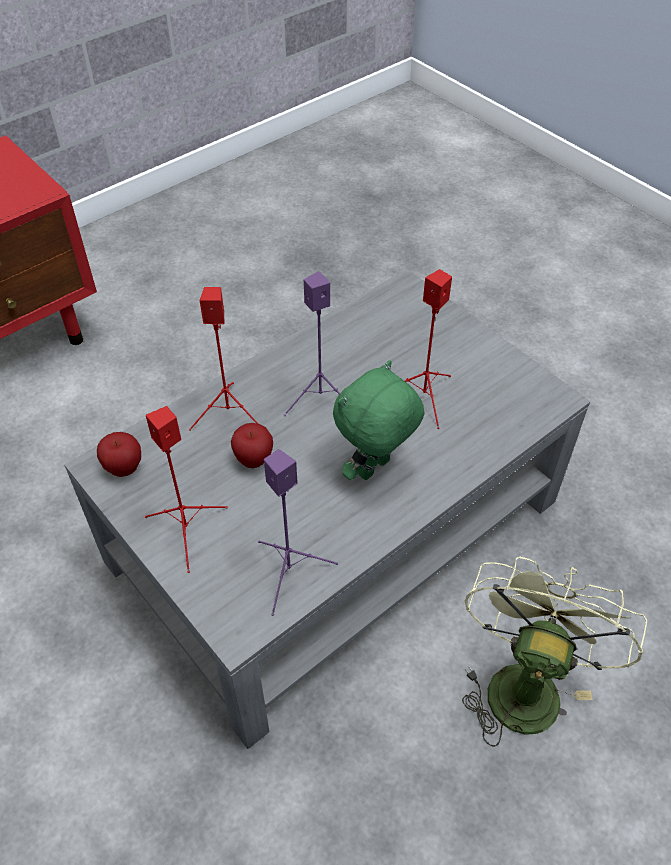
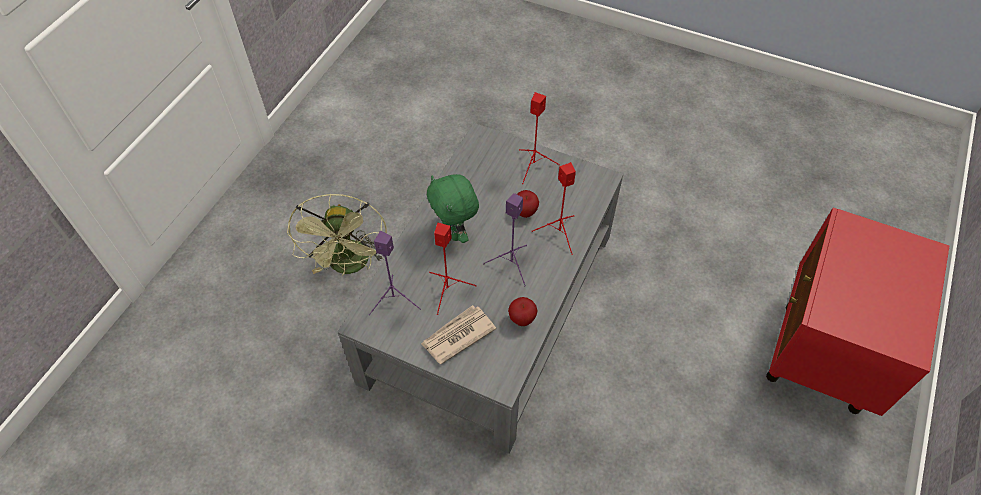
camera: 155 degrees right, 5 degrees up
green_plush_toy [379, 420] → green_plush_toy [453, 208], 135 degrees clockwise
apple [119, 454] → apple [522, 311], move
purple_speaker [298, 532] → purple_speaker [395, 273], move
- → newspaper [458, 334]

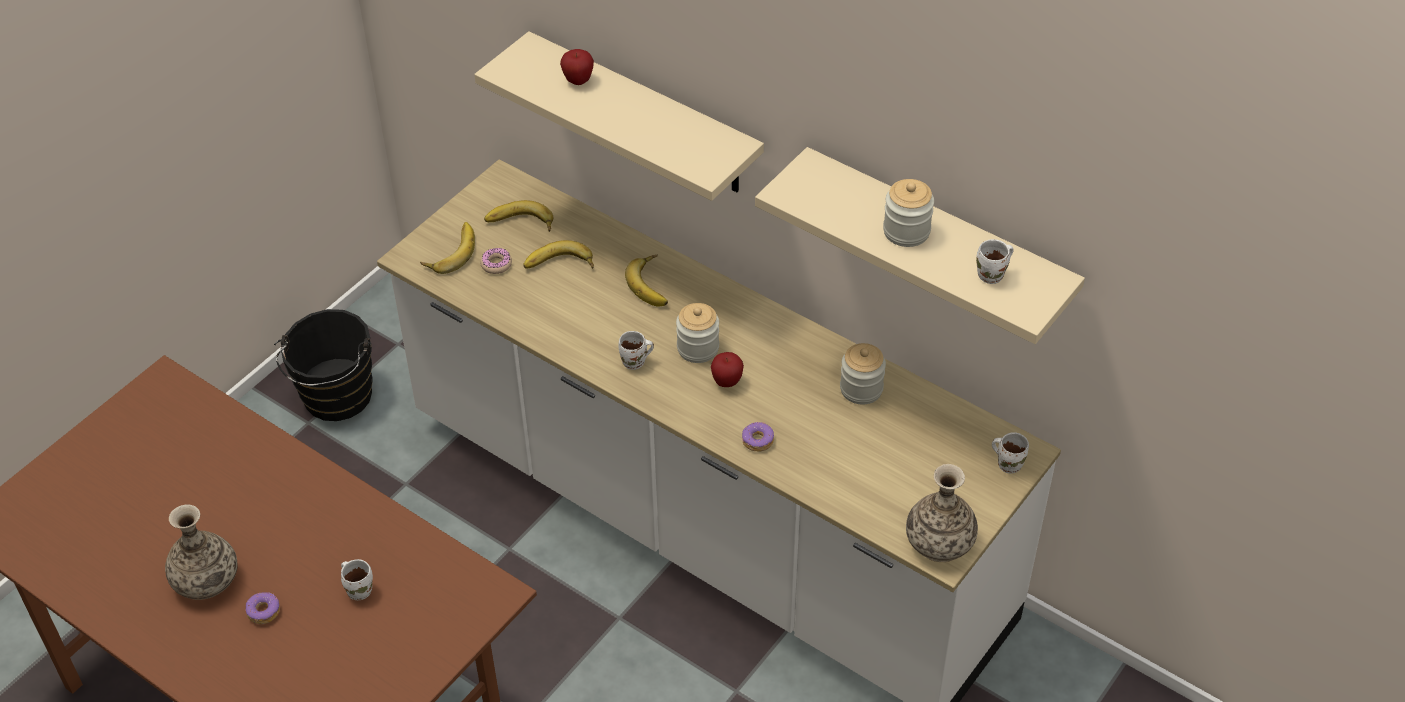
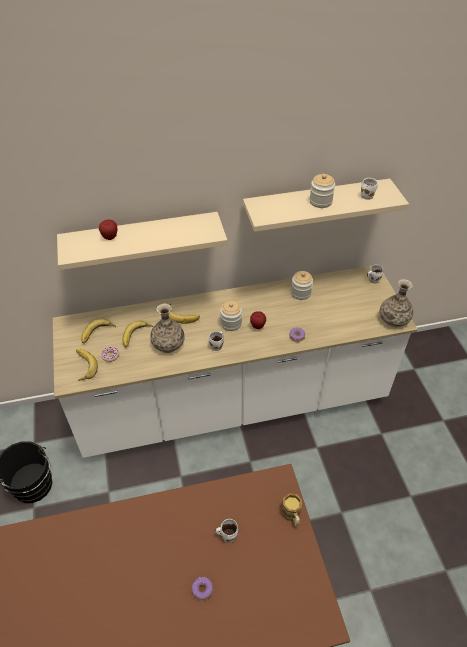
camera: 50 degrees left, 0 degrees up
vase [201, 552] → vase [167, 328], move
- → mug [292, 510]

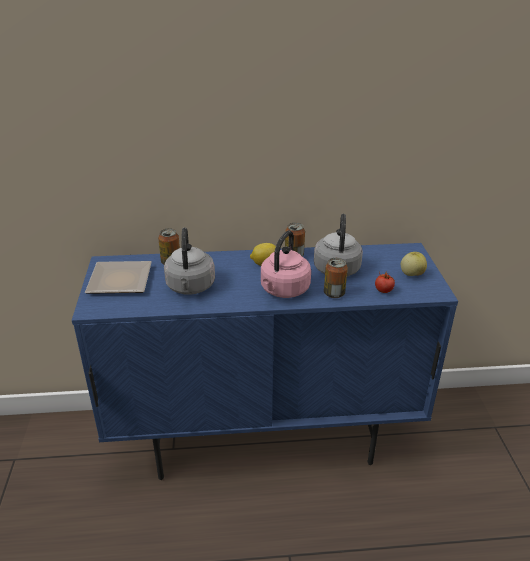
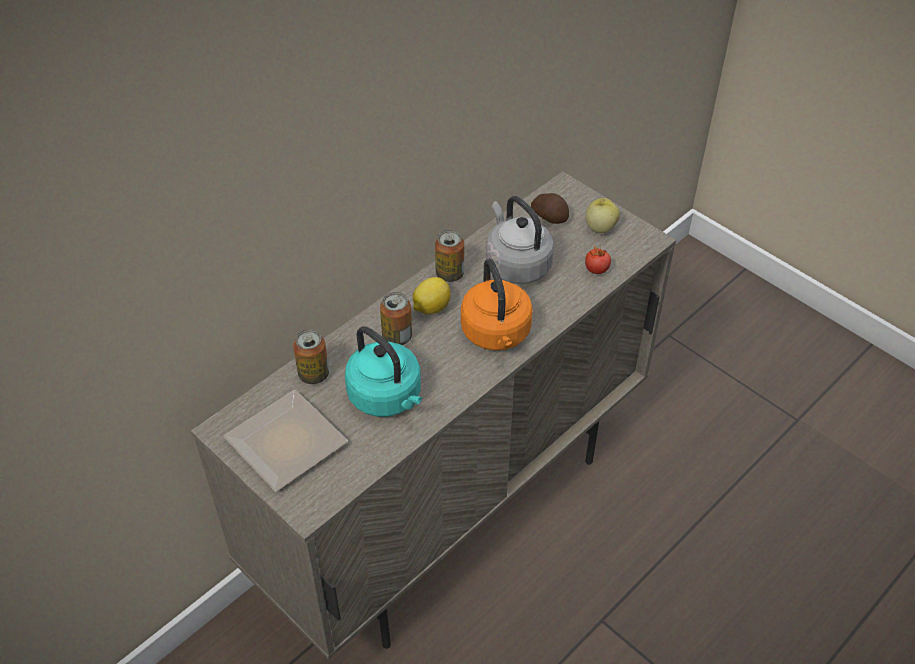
camera: 40 degrees left, 15 degrees up
grey_kettle [189, 261] → turquoise_kettle [383, 371]
pink_kettle [286, 264] → orange_kettle [497, 304]
blue_cabinet [265, 361] → beige_cabinet [433, 415]
can [336, 278] → can [396, 318], move
- → potato [550, 208]

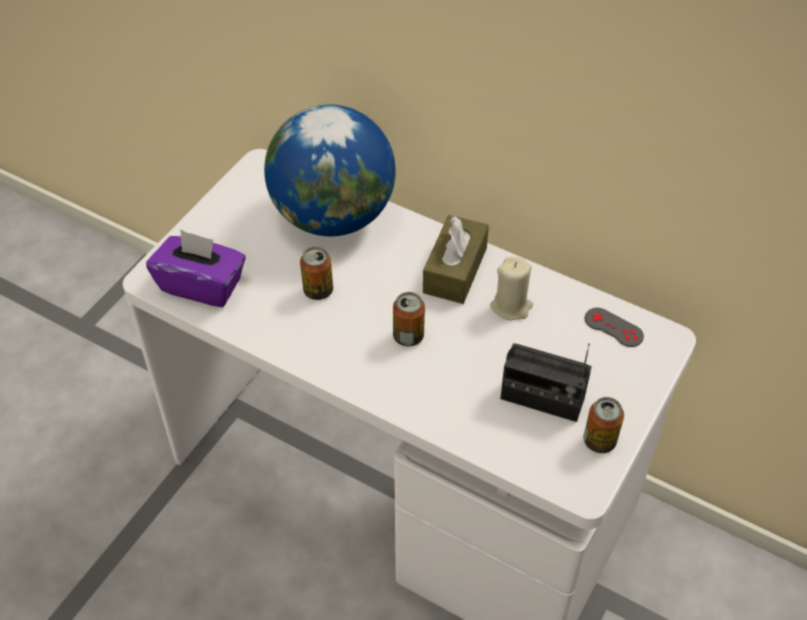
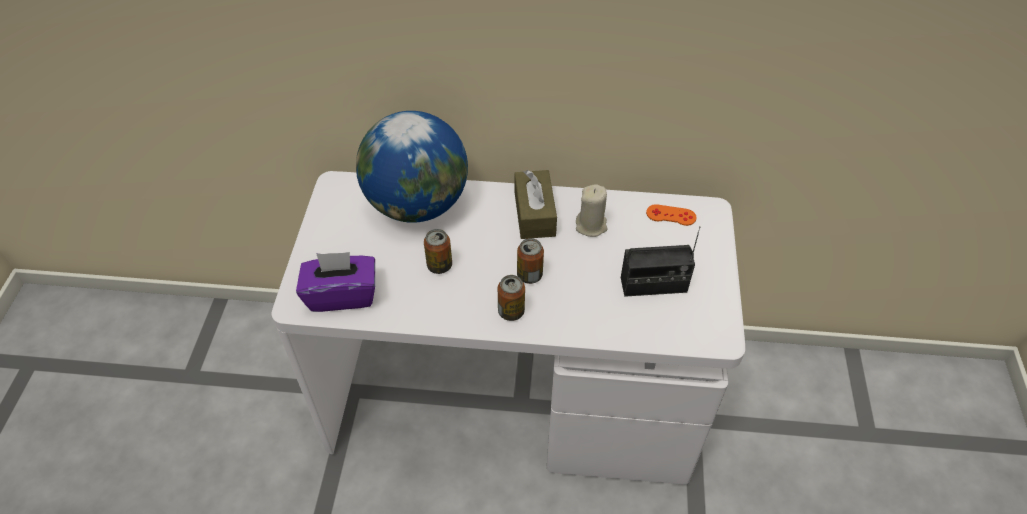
camera: 25 degrees left, 0 degrees up
grey_game_controller [614, 327] → orange_game_controller [671, 215]
can [604, 425] → can [511, 298], move

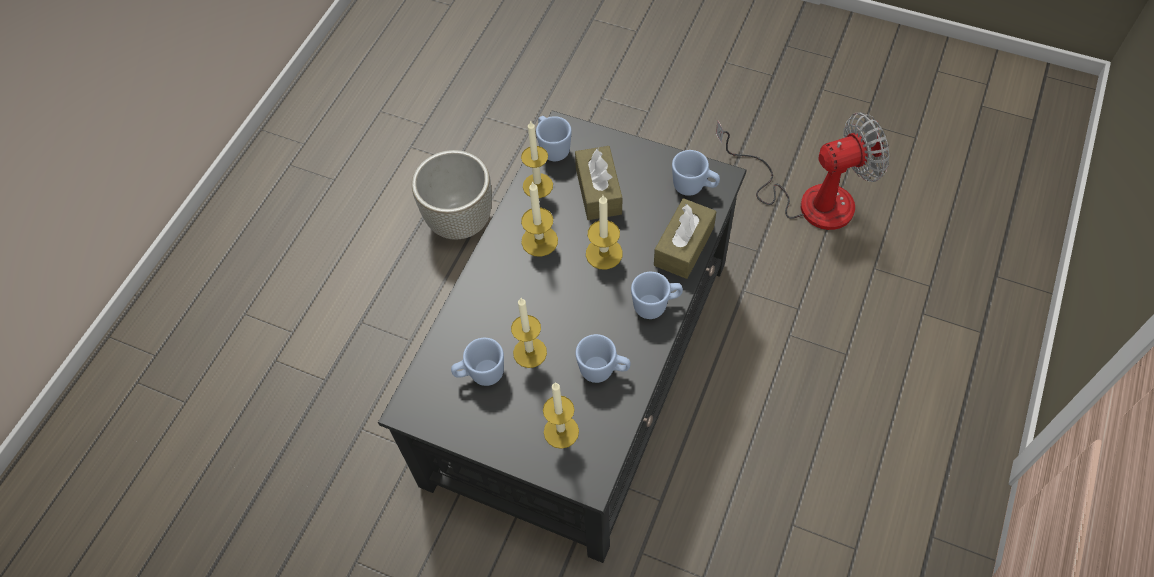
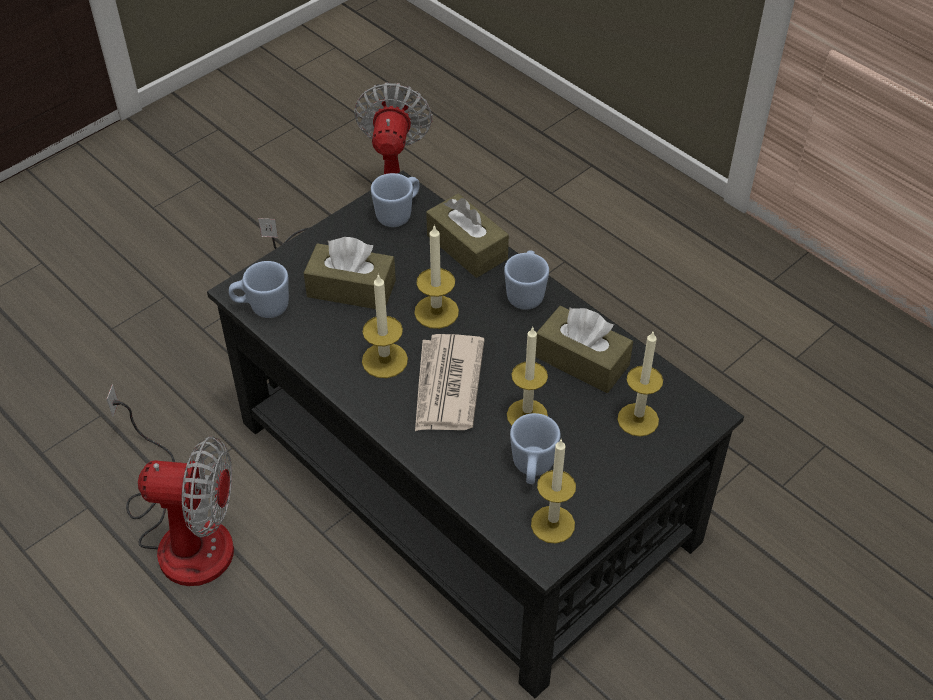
camera: 70 degrees left, 10 degrees down
candle [537, 159] → candle [553, 492], move
grey_planter [452, 195] → fan [170, 485]
blue_mug [603, 358] → brown_tissue_box [584, 349]
- → newspaper [450, 382]

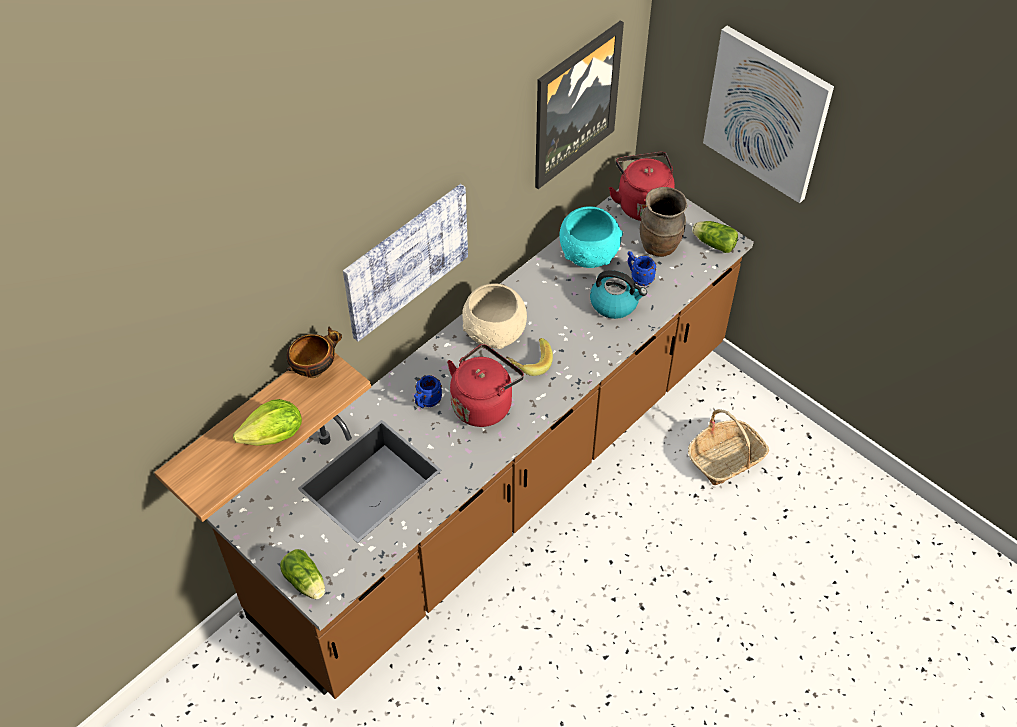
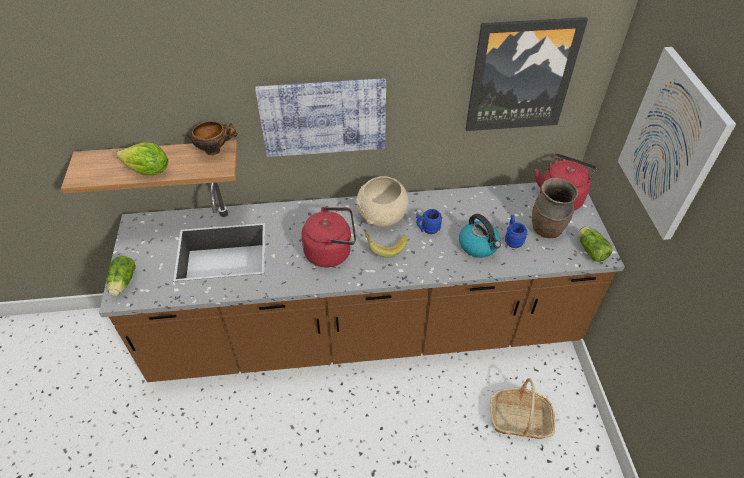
camera: 40 degrees right, 5 degrees down
turquoise_bowl [591, 237] → -
blue_mug [428, 392] → blue_mug [429, 221], move

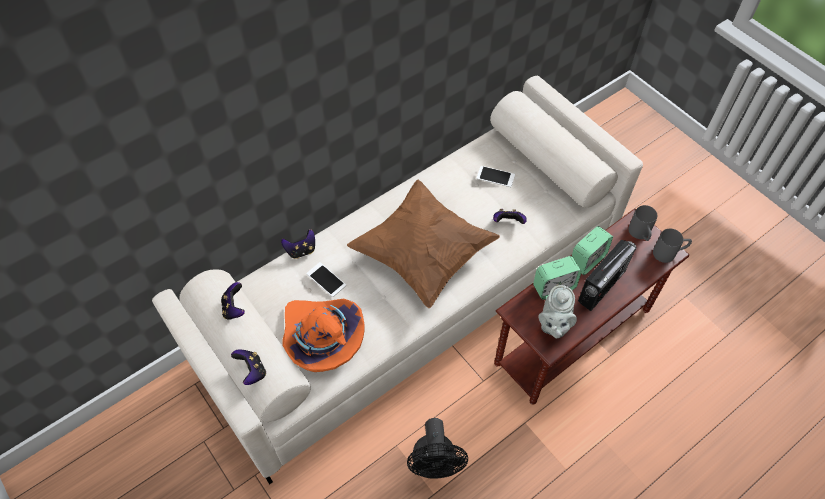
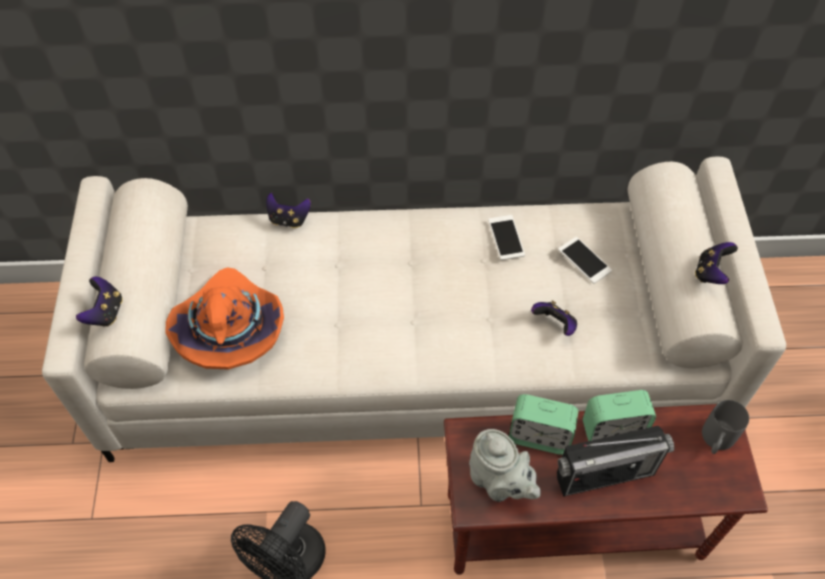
camera: 35 degrees right, 0 degrees up
brown_pillow [423, 244] → -
grey_mug [672, 246] → -
phone [326, 279] → phone [506, 237], move
game_controller [233, 301] → game_controller [716, 263], move
grey_teapot [557, 311] → grey_teapot [505, 465], 90 degrees counterclockwise

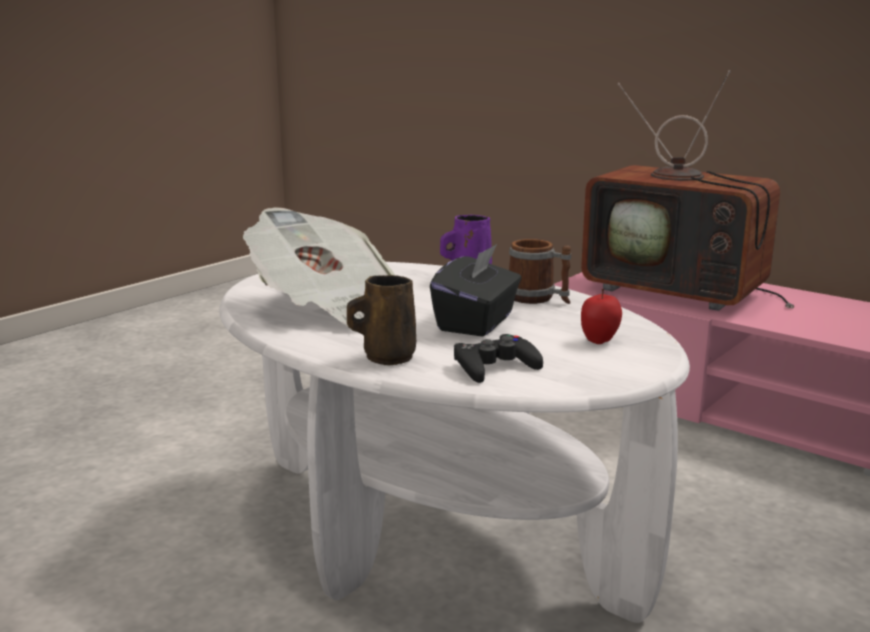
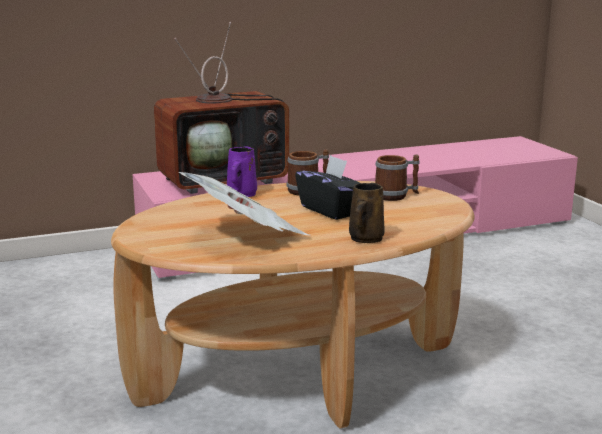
camera: 60 degrees left, 0 degrees up
white_coffee_table [454, 442] → brown_coffee_table [293, 304]
apple [601, 316] → mug [397, 178]
black_game_controller [498, 358] → -

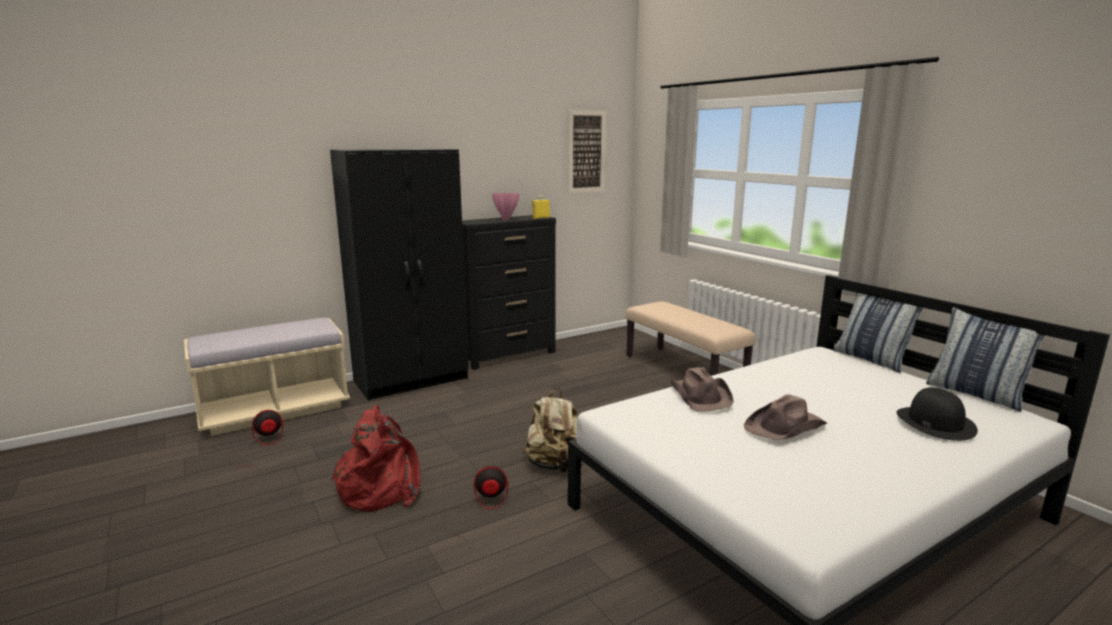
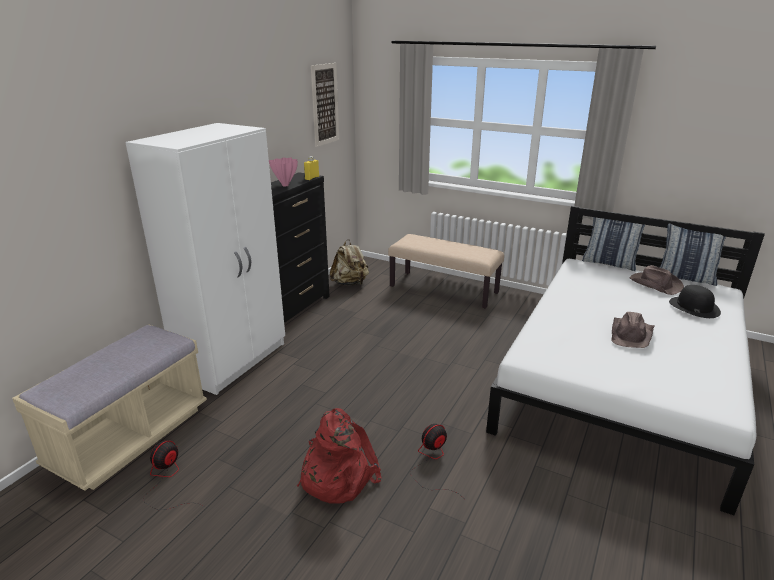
camera: 30 degrees left, 10 degrees up
black_wardrobe [399, 274] → white_wardrobe [205, 259]
brown_hat [702, 389] → brown_hat [657, 280], move
beige_backpack [549, 430] → beige_backpack [349, 262], move

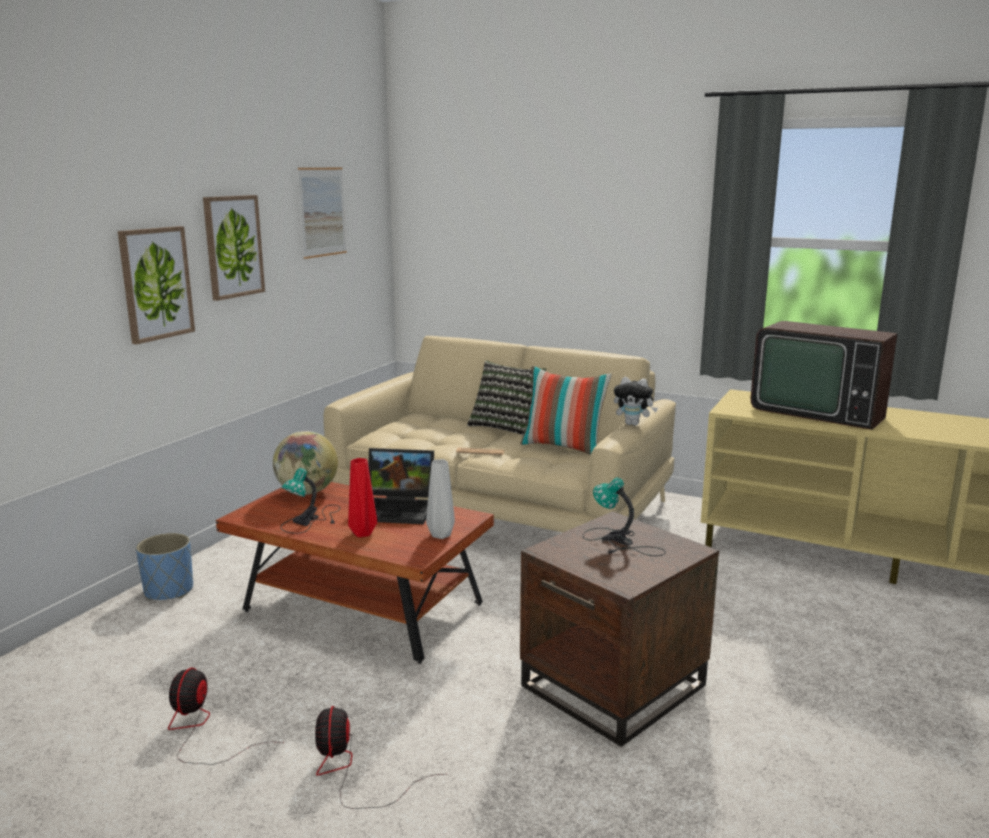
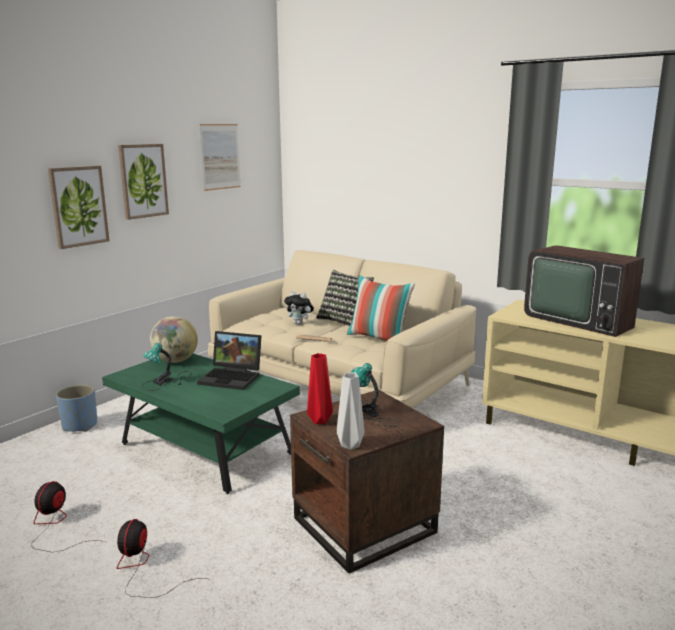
camera: 10 degrees right, 0 degrees up
plush_toy [636, 401] → plush_toy [299, 308], move
red_vase [362, 497] → red_vase [320, 388], move
grey_vase [440, 499] → grey_vase [350, 411], move
brown_coffee_table [355, 573] → green_coffee_table [201, 424]

